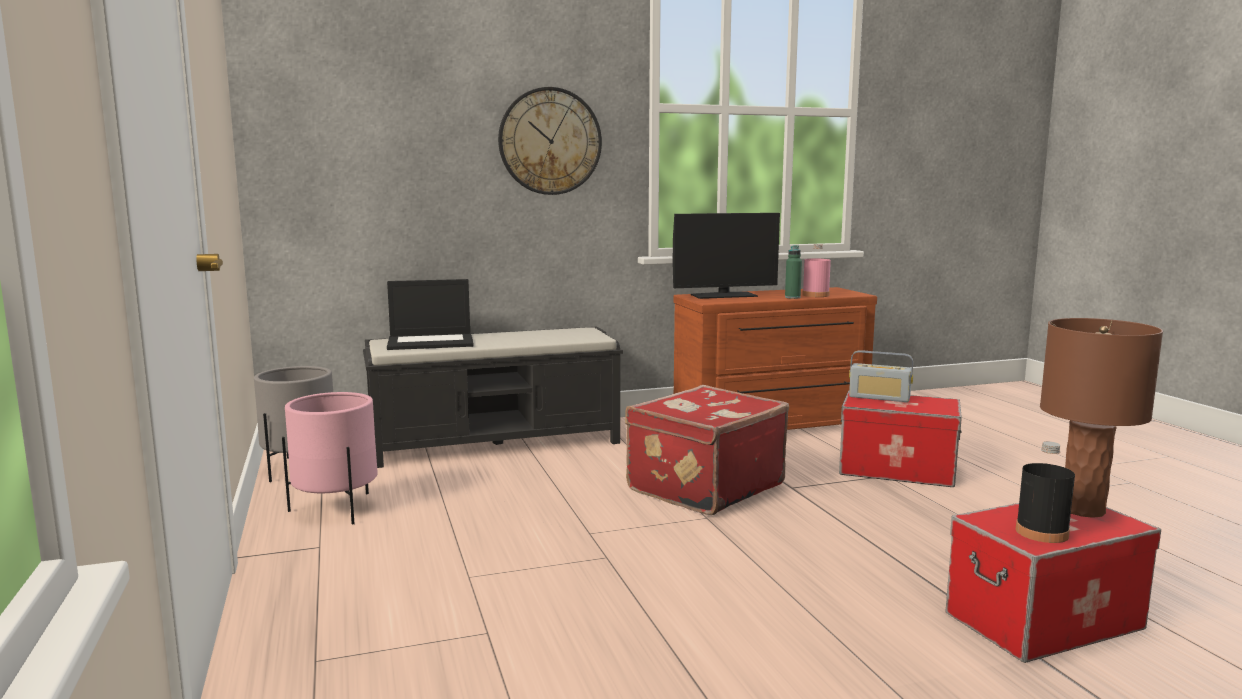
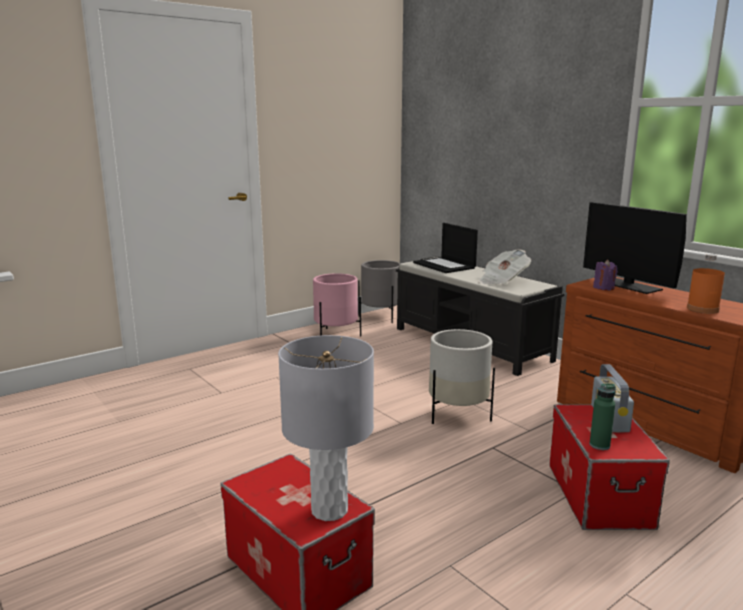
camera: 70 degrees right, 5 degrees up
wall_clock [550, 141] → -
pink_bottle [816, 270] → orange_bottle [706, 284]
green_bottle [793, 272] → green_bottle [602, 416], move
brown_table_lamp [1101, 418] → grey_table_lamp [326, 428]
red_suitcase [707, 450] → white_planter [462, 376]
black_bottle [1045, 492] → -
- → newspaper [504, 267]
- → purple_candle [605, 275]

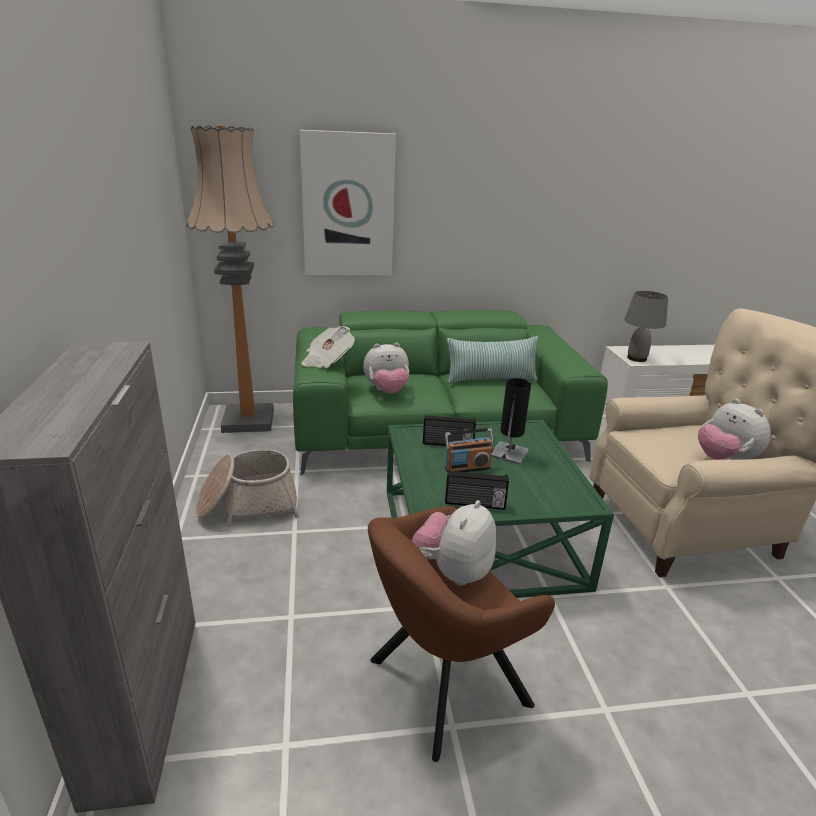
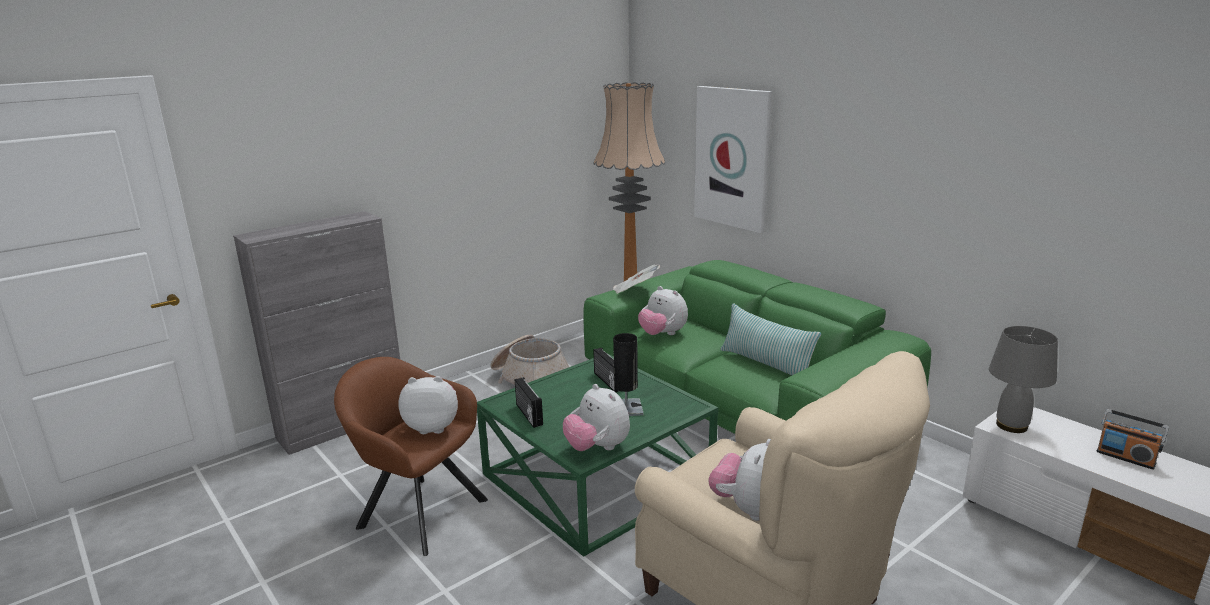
camera: 60 degrees right, 5 degrees down
radio [469, 450] → radio [1132, 439], move
- → plush_toy [596, 417]

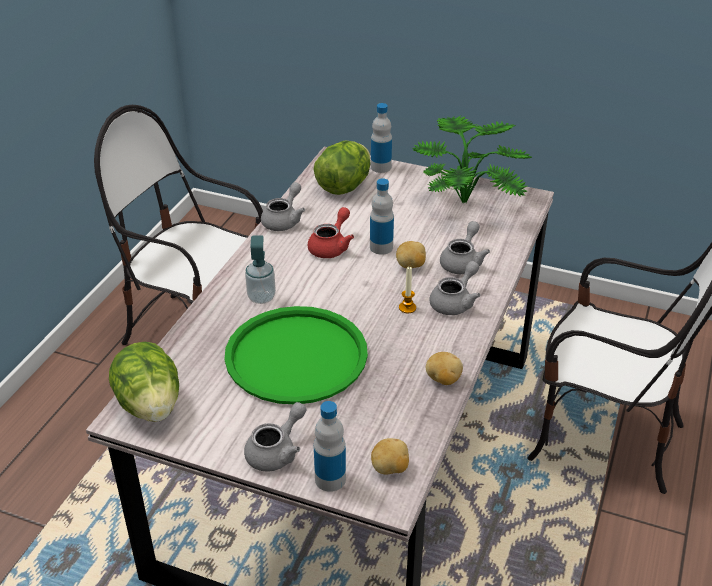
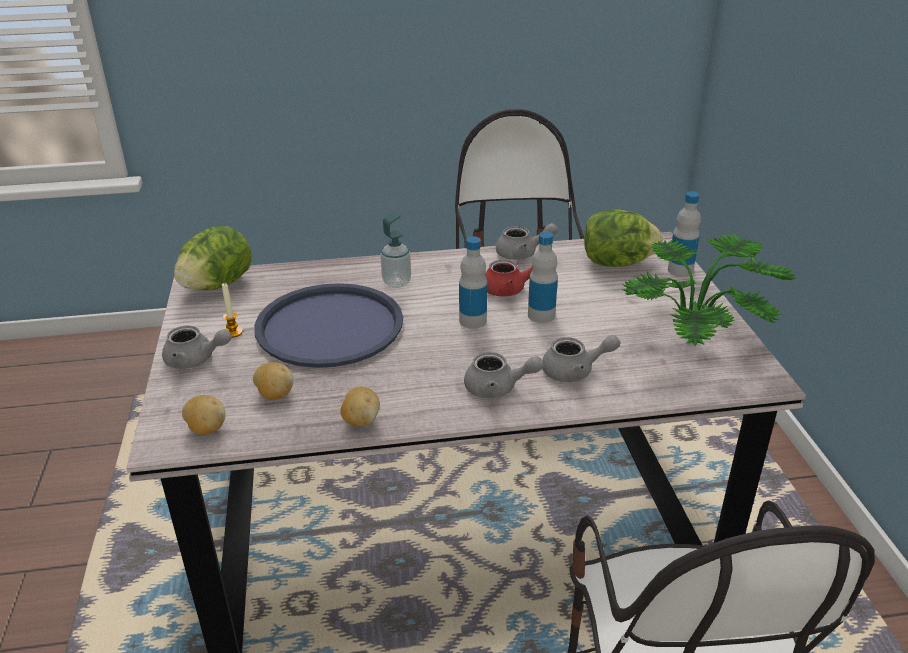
camera: 60 degrees right, 5 degrees down
potato [411, 254] → potato [273, 381], move
candle [407, 289] → candle [232, 310], move
green_tray [296, 355] → blue_tray [328, 325]
bottle [330, 446] → bottle [473, 282], move

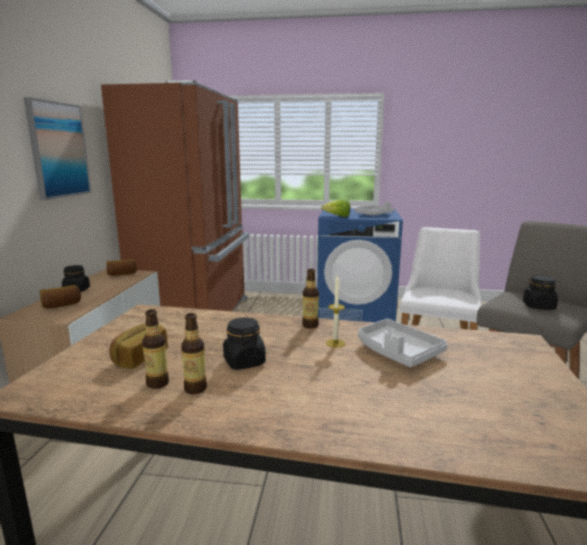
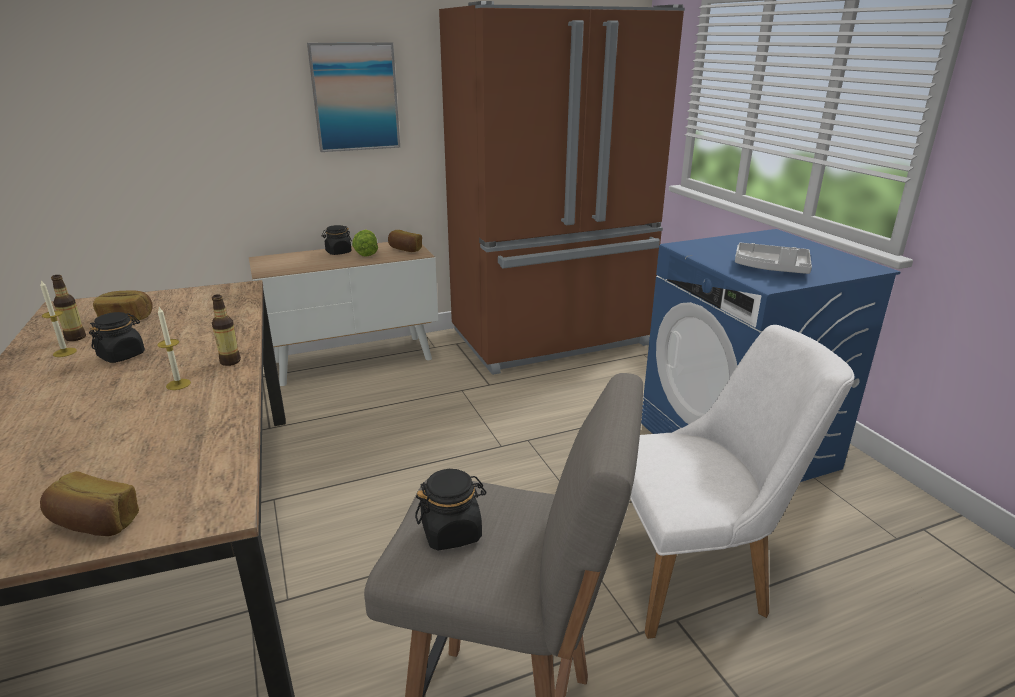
camera: 60 degrees right, 10 degrees up
lettuce [335, 208] → lettuce [365, 243], move
bread [60, 297] → bread [89, 503], move
bottle [194, 353] → candle [58, 318]
grey_tray [403, 343] → -

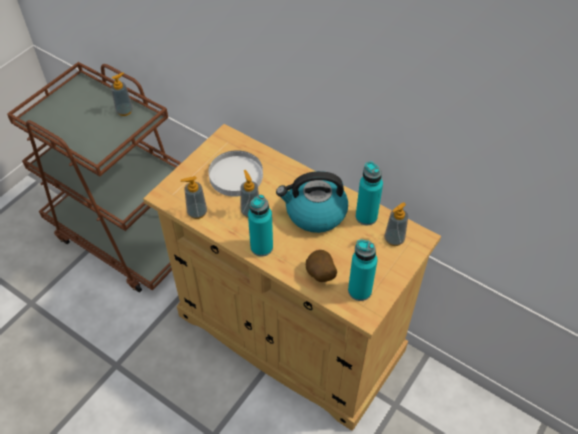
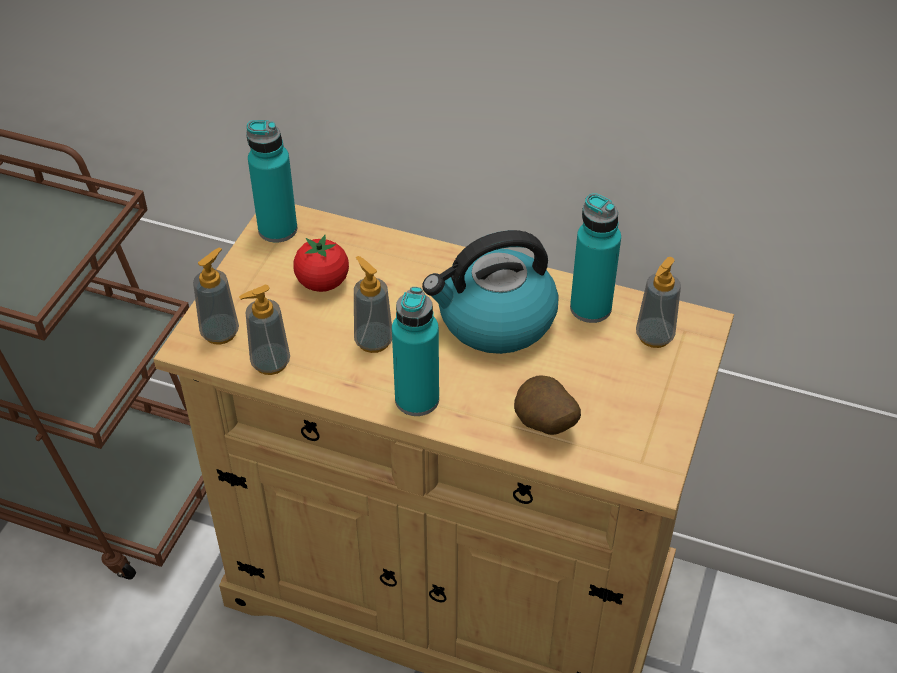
camera: 15 degrees left, 5 degrees down
soap_dispenser [122, 94] → soap_dispenser [216, 296], move
white_plate [235, 173] → tomato [321, 263]
turquoise_bottle [363, 270] → turquoise_bottle [271, 181], move

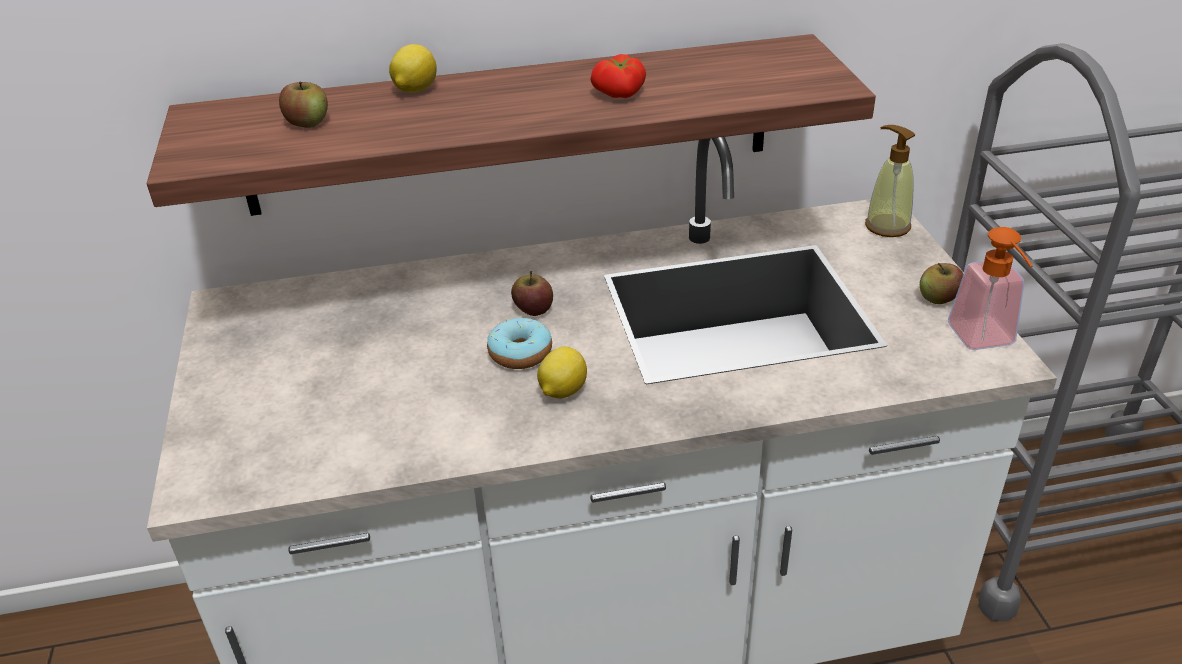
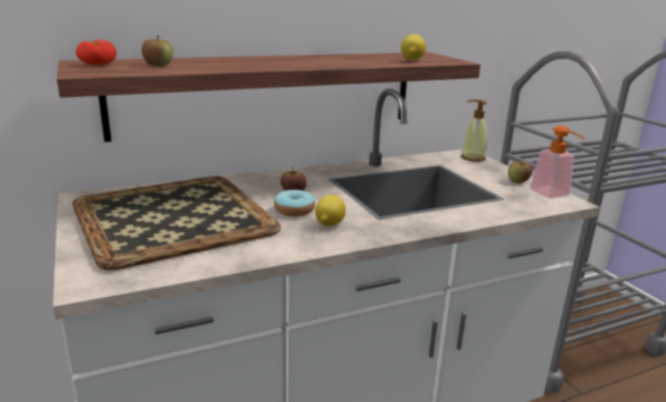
camera: 15 degrees left, 15 degrees down
lemon [412, 68] → lemon [413, 47], move
tomato [618, 76] → tomato [96, 52], move
- → tray [176, 223]

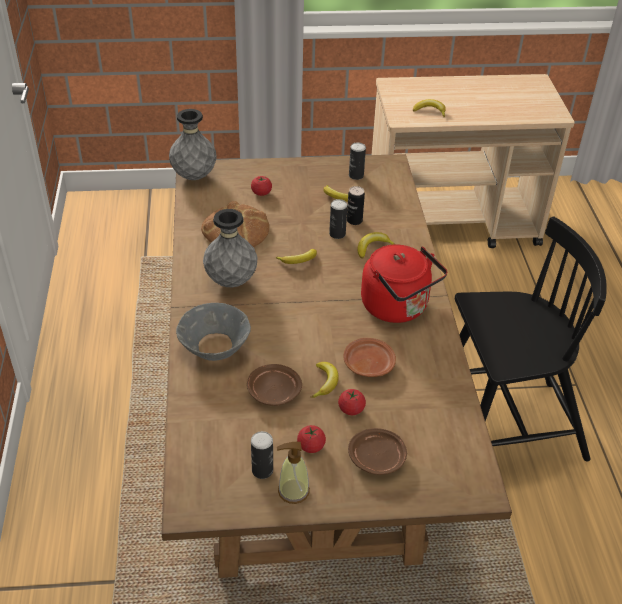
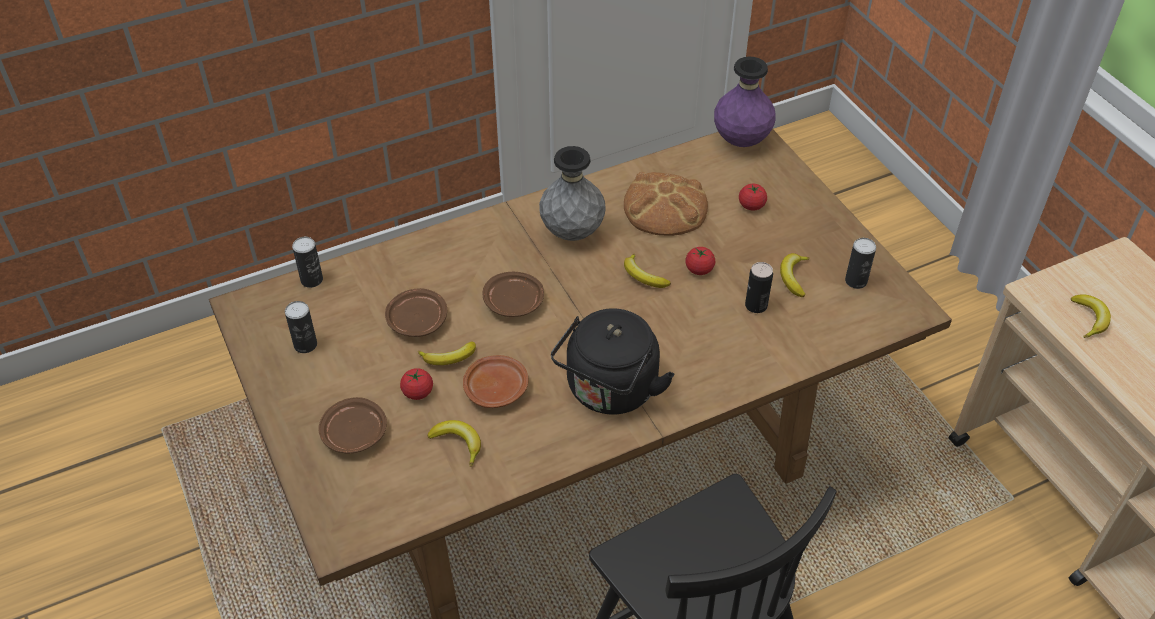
camera: 70 degrees right, 5 degrees up
grey_vase [193, 144] → purple_vase [745, 102]
can [338, 219] → can [307, 262], move
banana [376, 245] → banana [454, 443], move
red_kettle [404, 284] → black_kettle [613, 361]
grey_bowl [213, 332] → -
tomato [311, 439] → tomato [700, 261], move
soap_dispenser [293, 473] → -
- → brown_plate [513, 294]

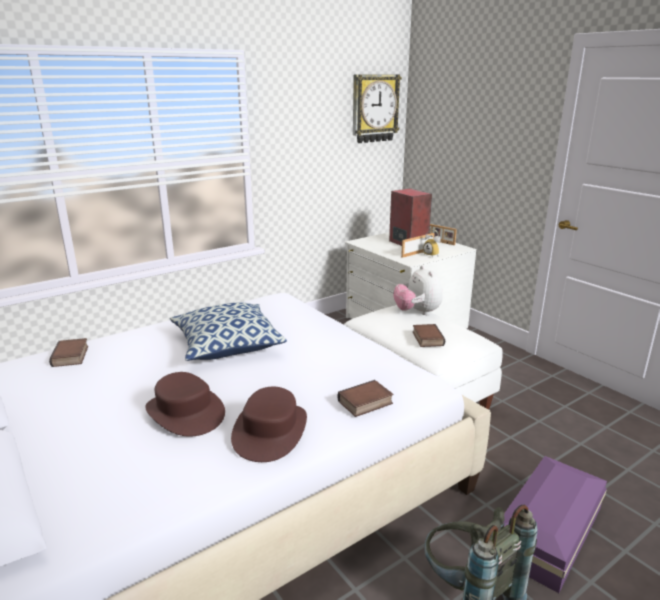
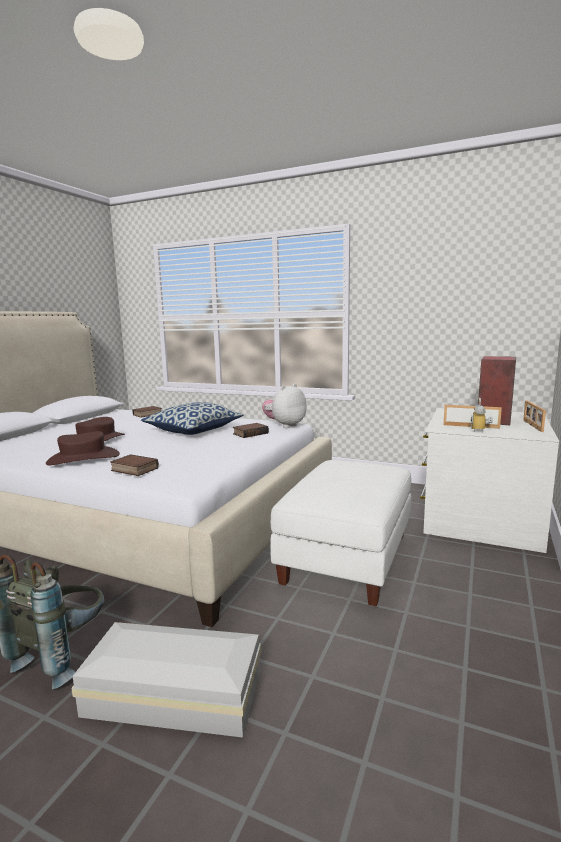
camera: 60 degrees right, 10 degrees down
wall_clock [377, 108] → -
plush_toy [418, 290] → plush_toy [284, 405], move
book [429, 335] → book [251, 430], move
purple_storage_box [555, 524] → white_storage_box [166, 680]

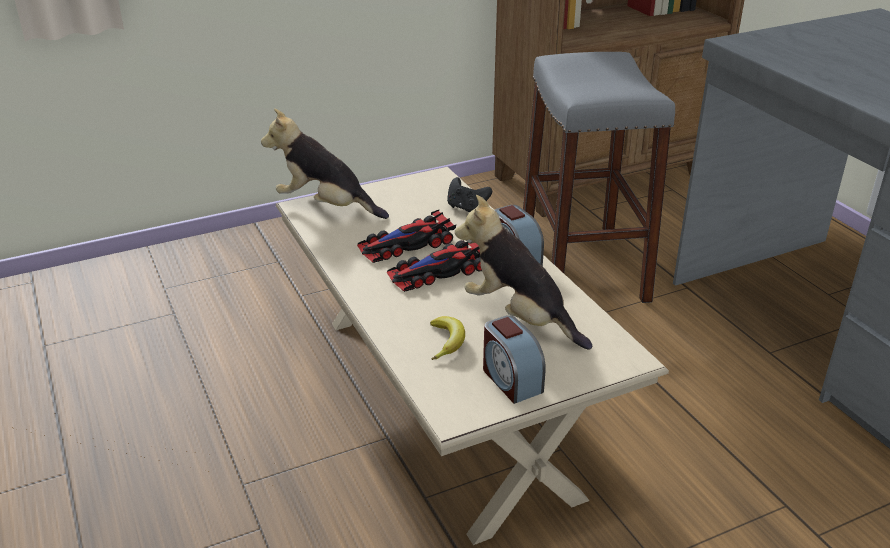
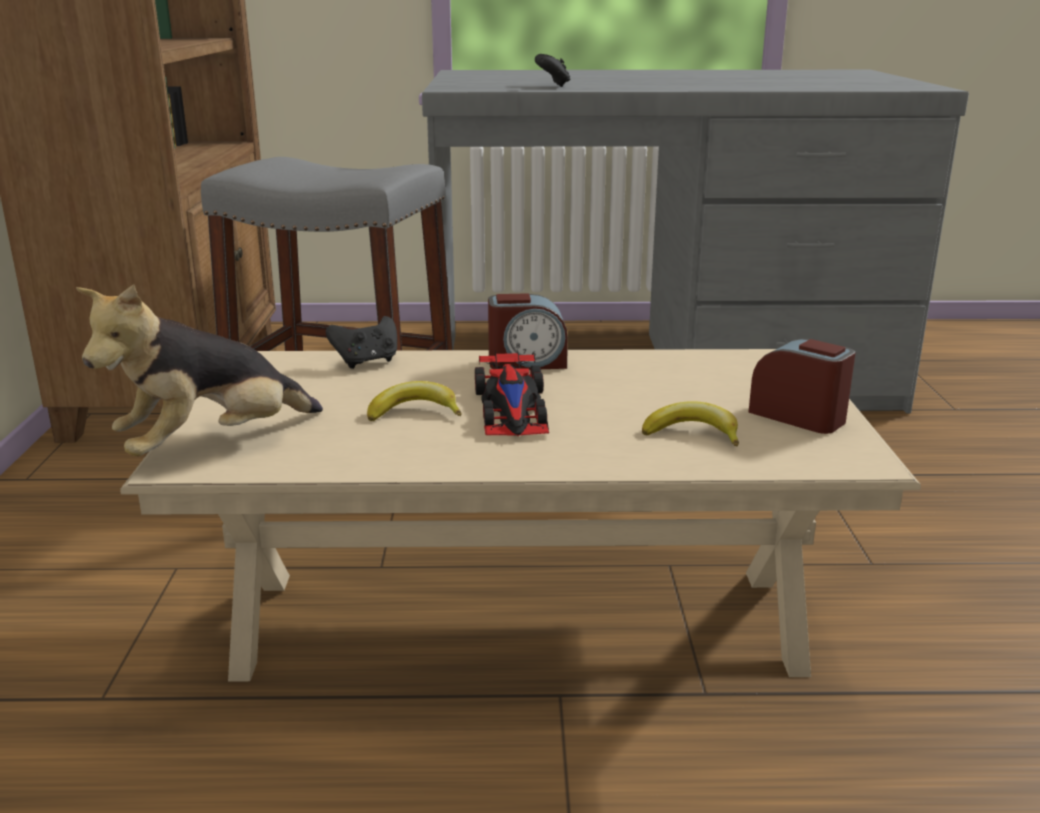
camera: 65 degrees left, 10 degrees down
plush_toy [523, 272] → -
toy_car [406, 236] → banana [414, 401]
alarm_clock [514, 359] → alarm_clock [801, 386], 135 degrees counterclockwise
- → black_game_controller [552, 70]

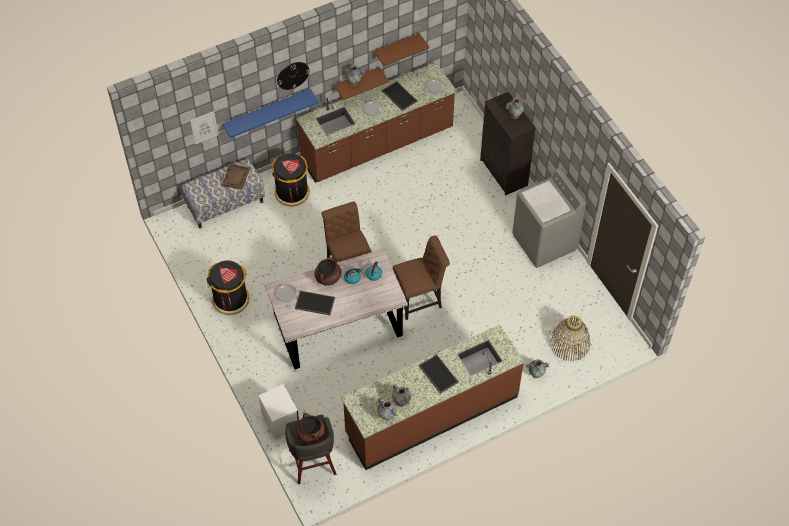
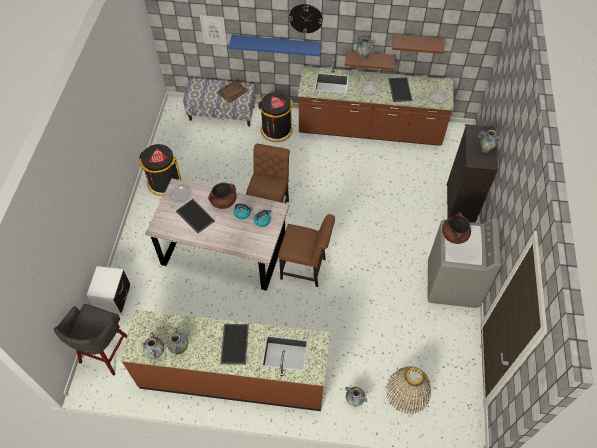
camera: 35 degrees right, 0 degrees up
brown_cooking_pot [310, 428] → brown_cooking_pot [456, 228], move

